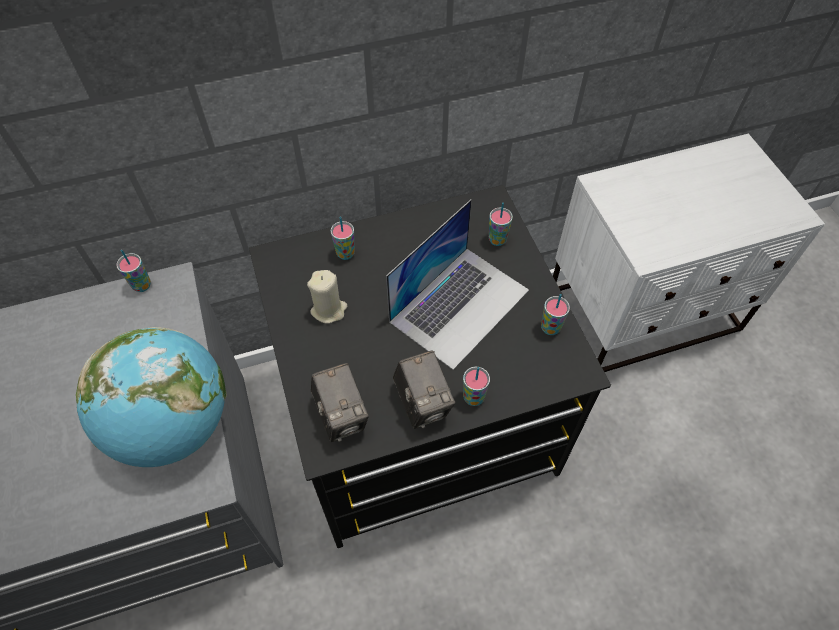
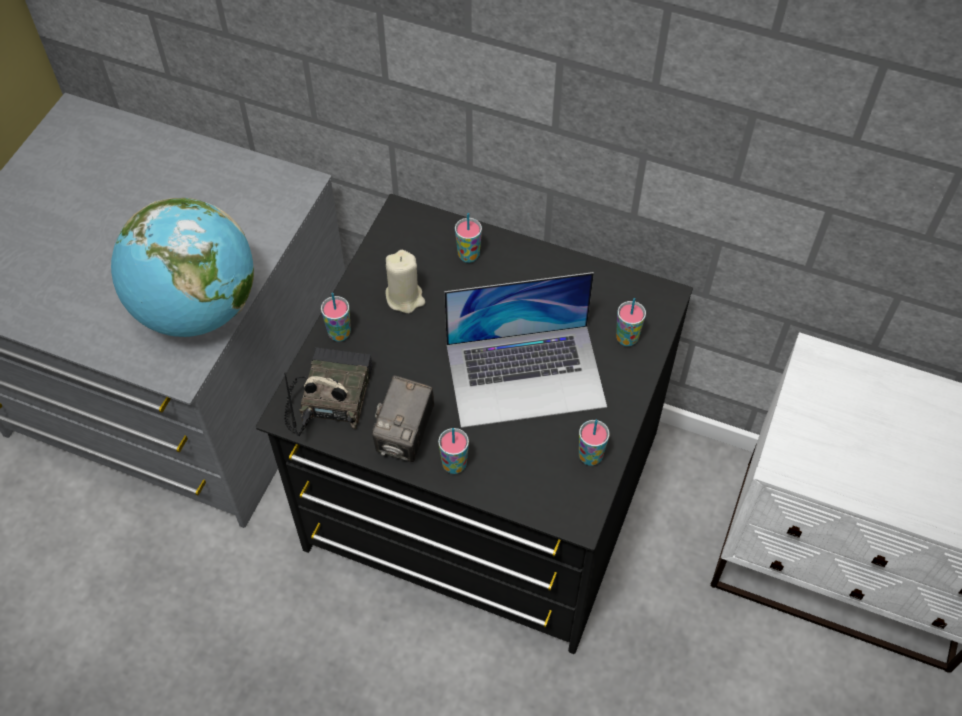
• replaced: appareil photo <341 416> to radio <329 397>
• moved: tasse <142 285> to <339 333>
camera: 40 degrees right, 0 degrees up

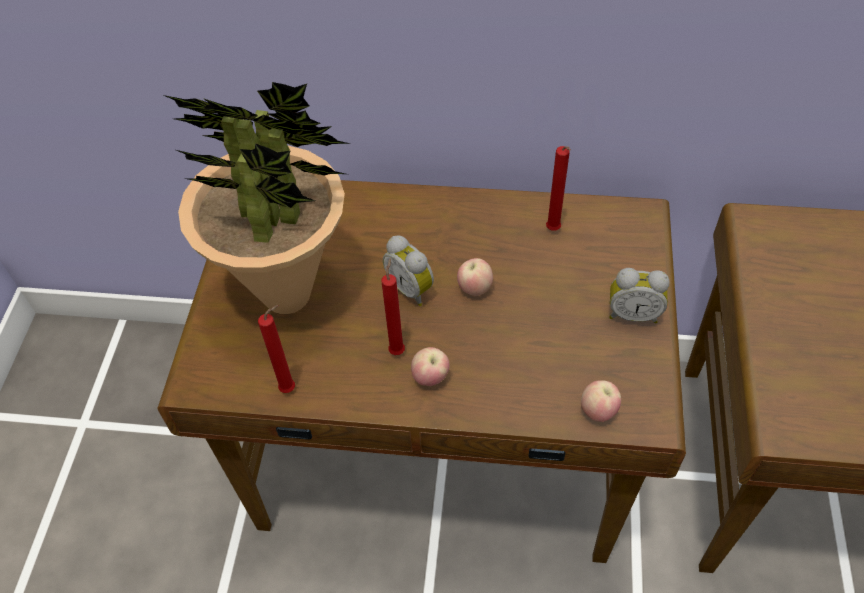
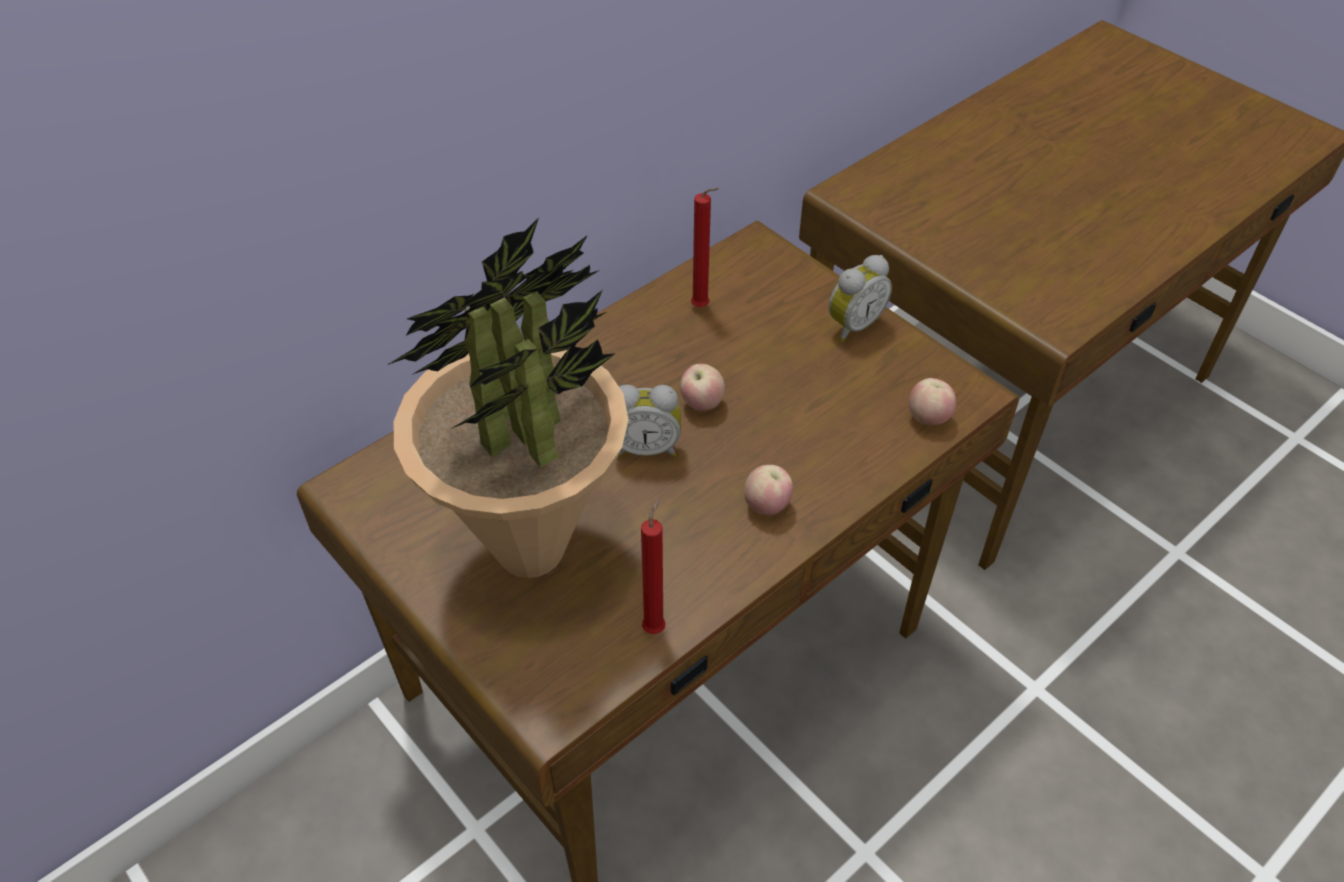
• removed: bougie [rouge] <397 349>
camera: 50 degrees left, 5 degrees down

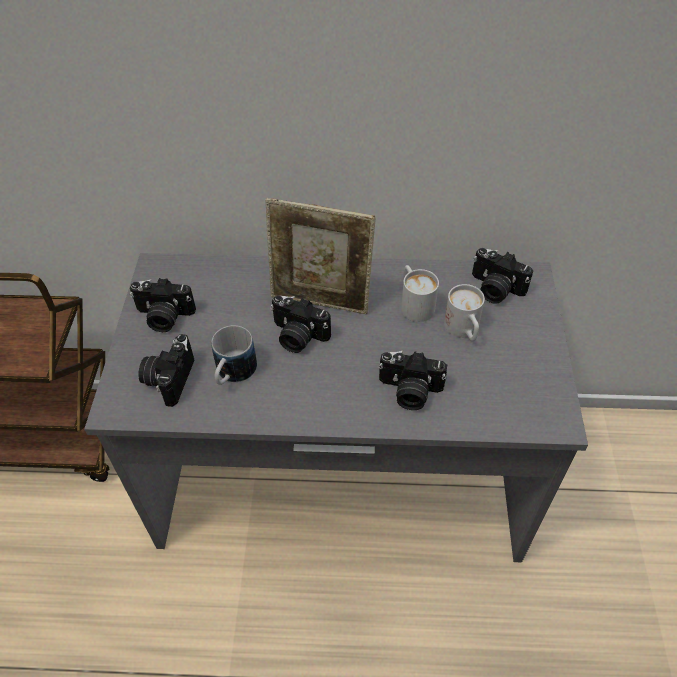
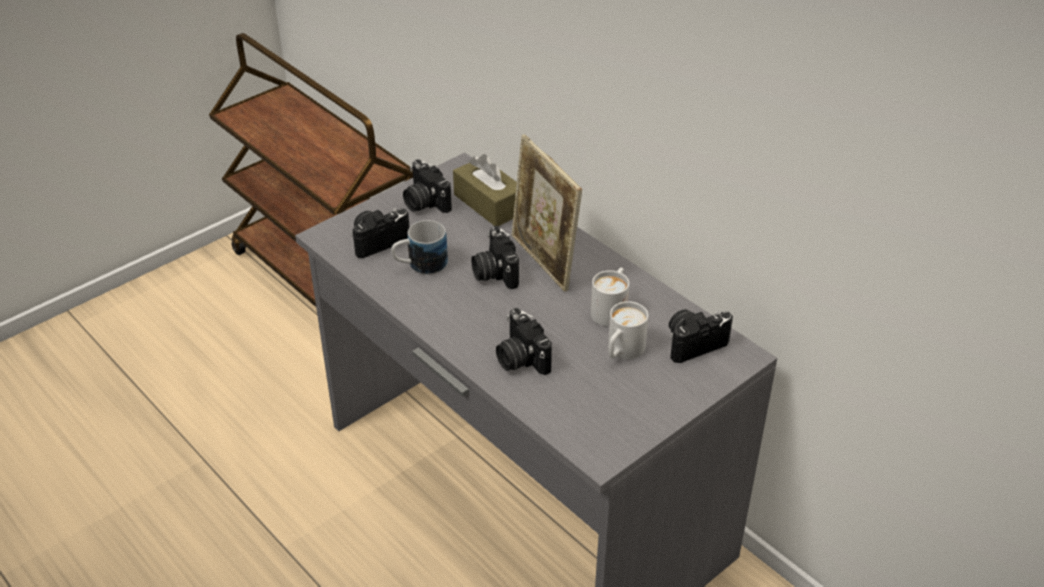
• added: boîte à mouchoirs [marron] <489 204>
• turned: appareil photo <494 289> = <693 343> 75 degrees clockwise
camera: 45 degrees right, 10 degrees down

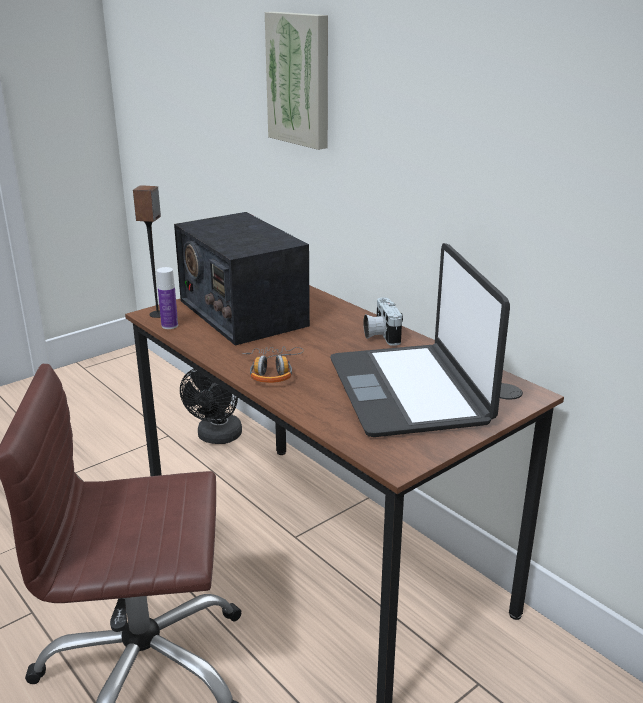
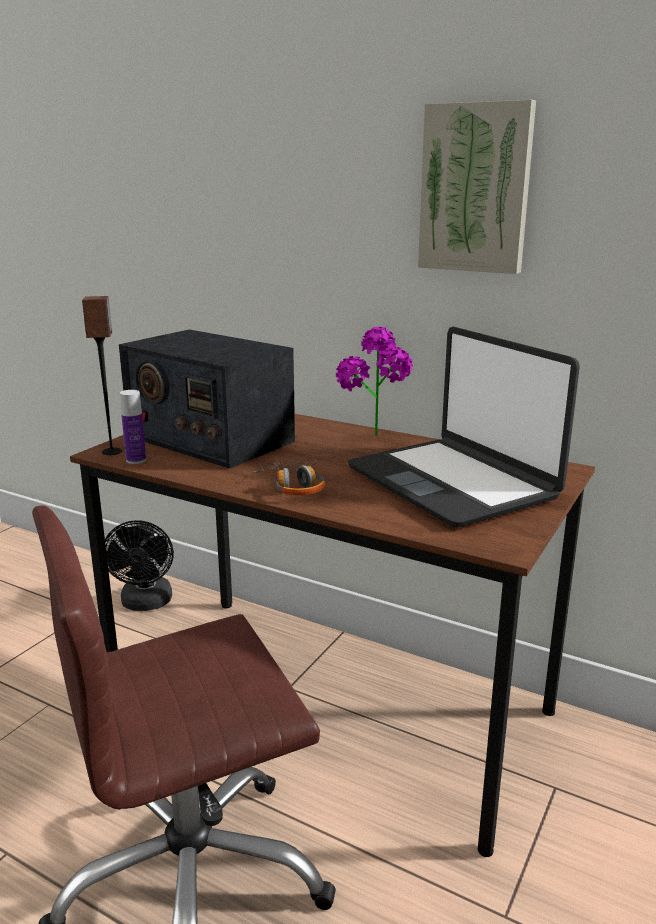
• replaced: appareil photo <380 334> to plante en pot <375 439>
• moved: tableau <300 79> to <476 189>
camera: 20 degrees left, 5 degrees down

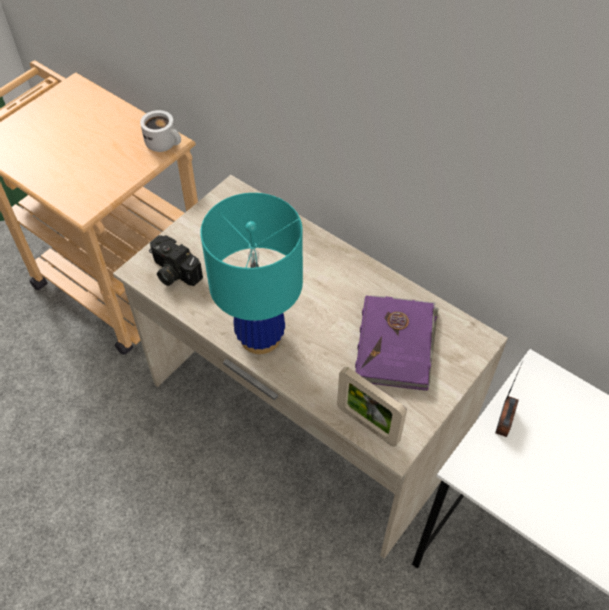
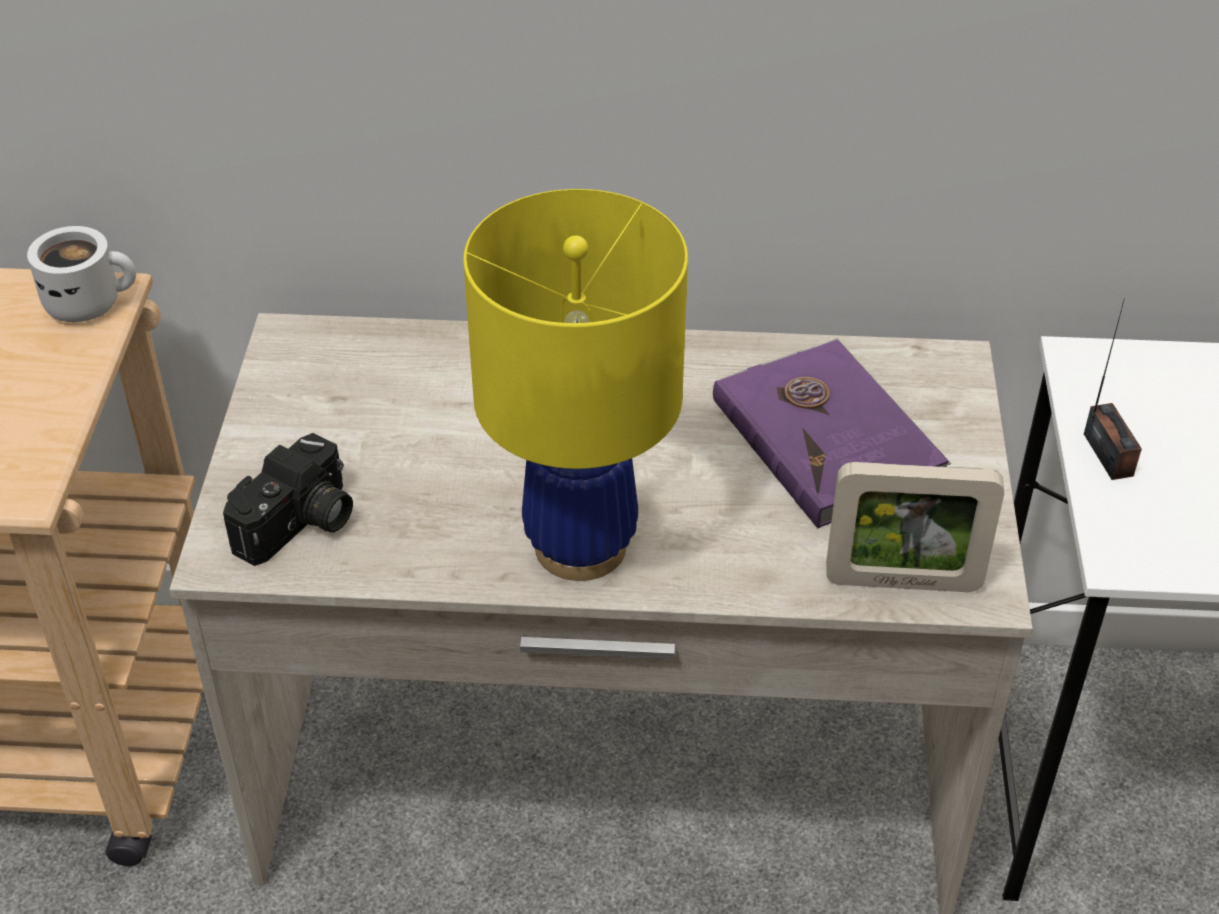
• turned: appareil photo <173 272> = <300 525> 60 degrees counterclockwise
• recoloured: lampe de table [turquoise] <260 337> to lampe de table [jaune] <581 546>
camera: 35 degrees left, 10 degrees down

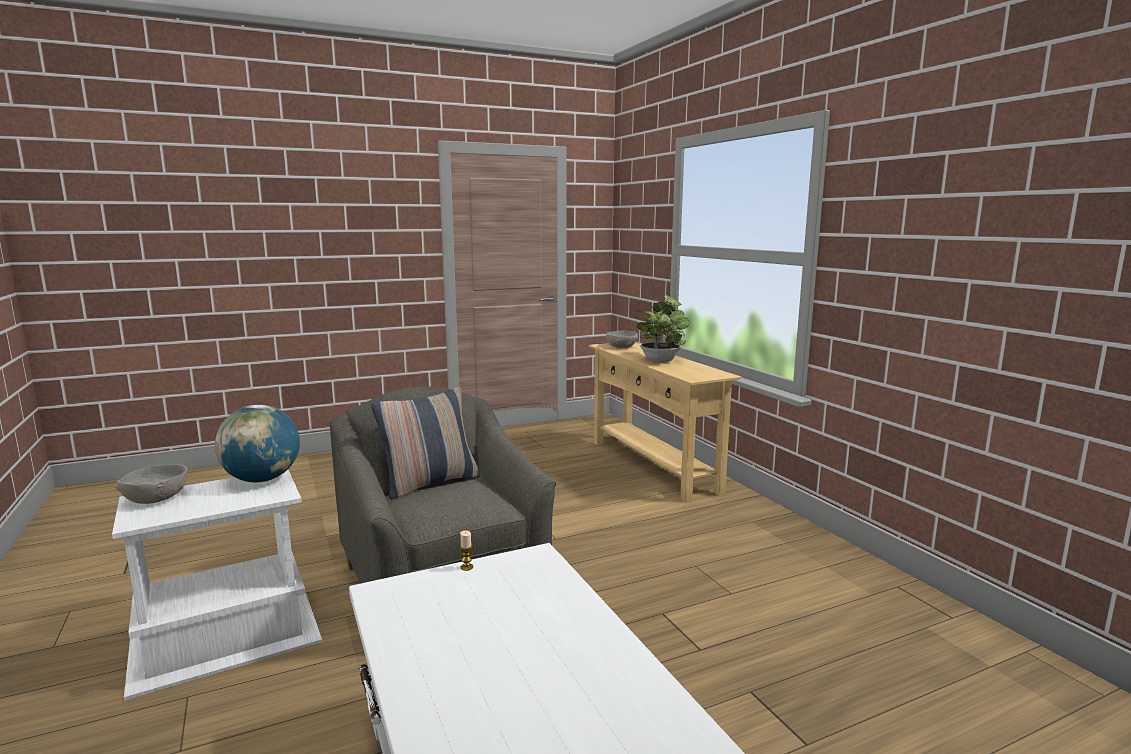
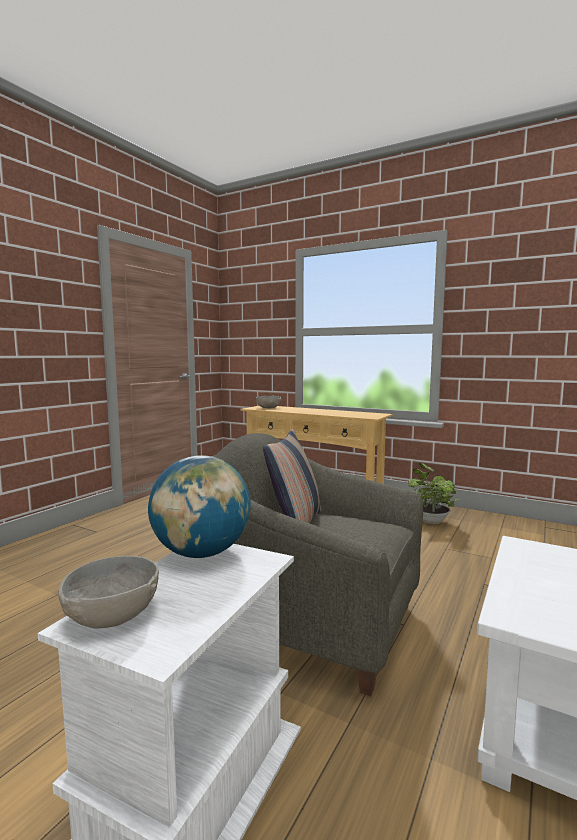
• moved: plante en pot <660 360> to <429 520>
• removed: bougie <466 567>
camera: 35 degrees left, 5 degrees down

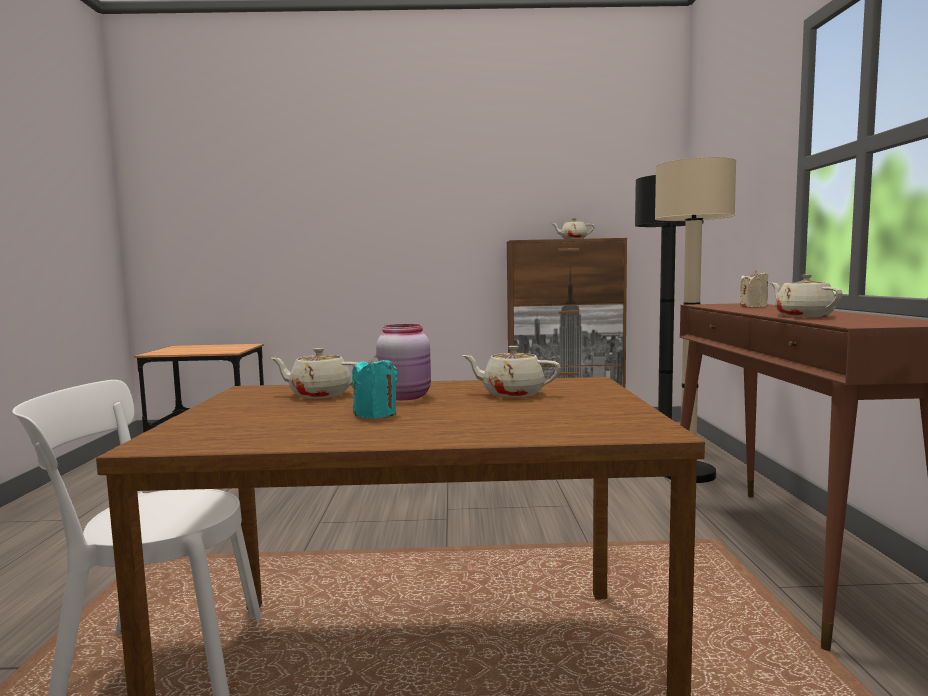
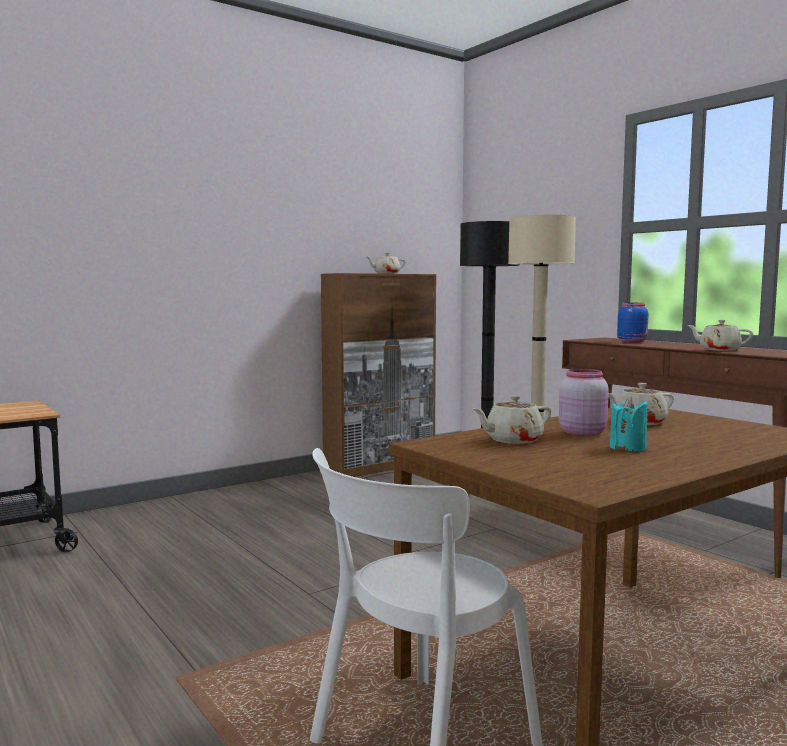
• replaced: bougie [beige] <753 307> to bocal [bleu] <632 341>
camera: 35 degrees left, 0 degrees up

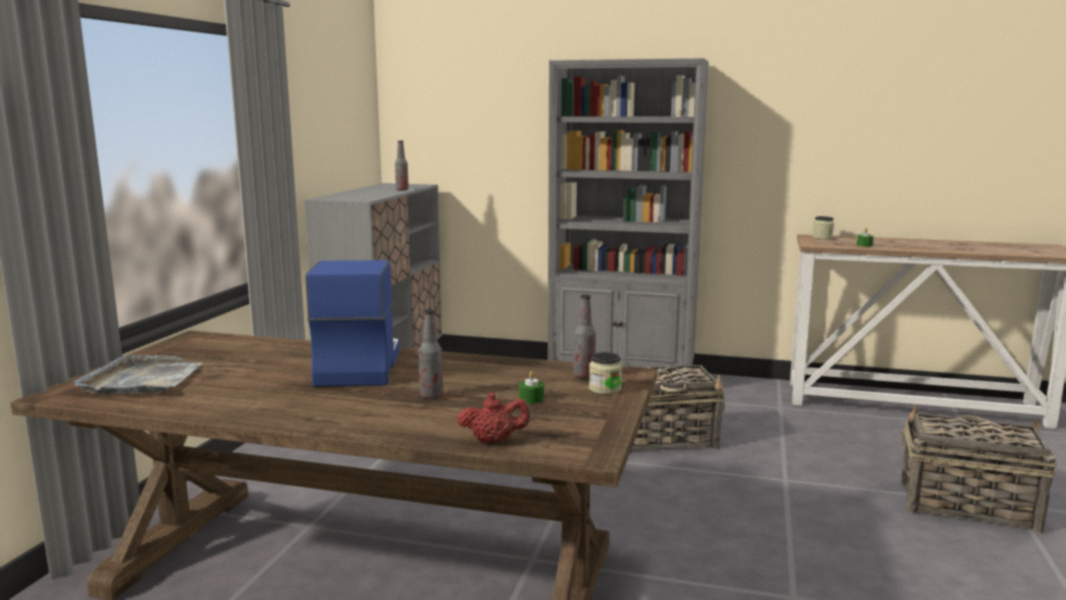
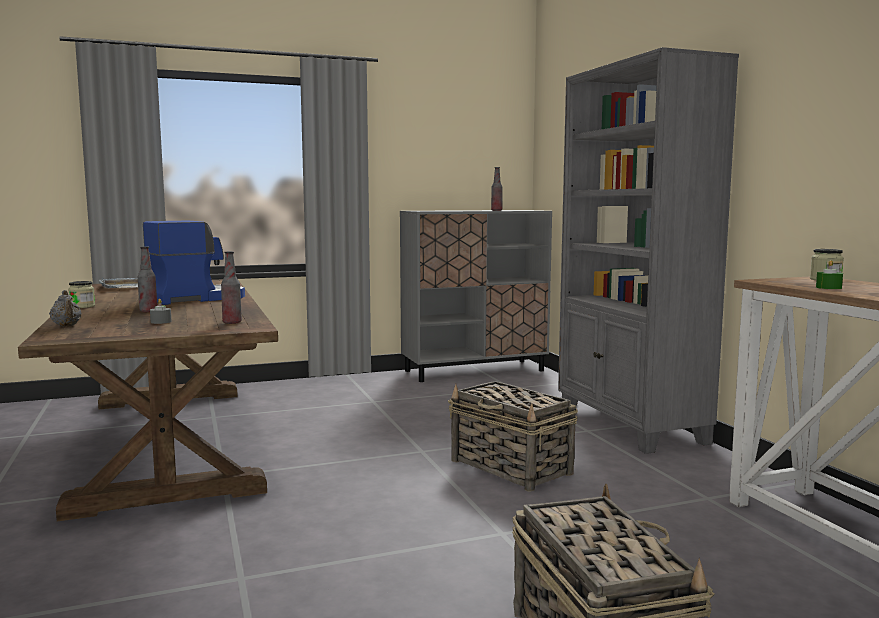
• recoloured: théière [rouge] <494 441> to théière [gris] <66 326>
• moved: bocal <605 389> to <82 306>
• recoloured: bougie [vert] <531 399> to bougie [gris] <161 322>
camera: 55 degrees right, 5 degrees down

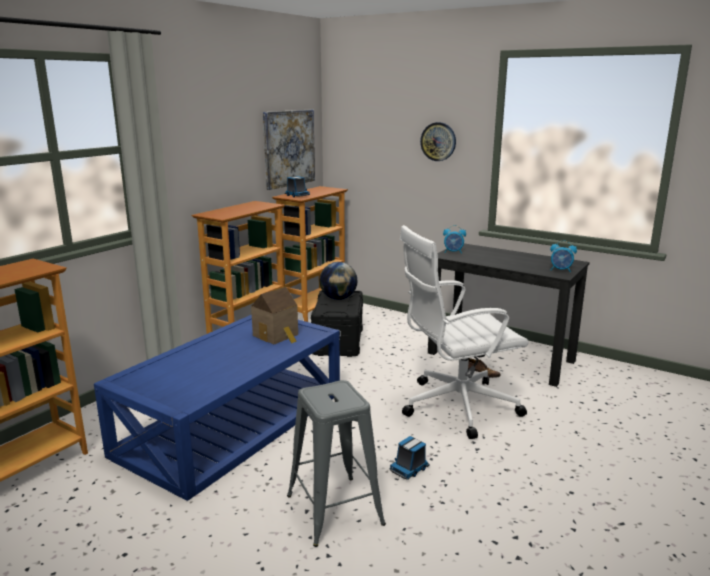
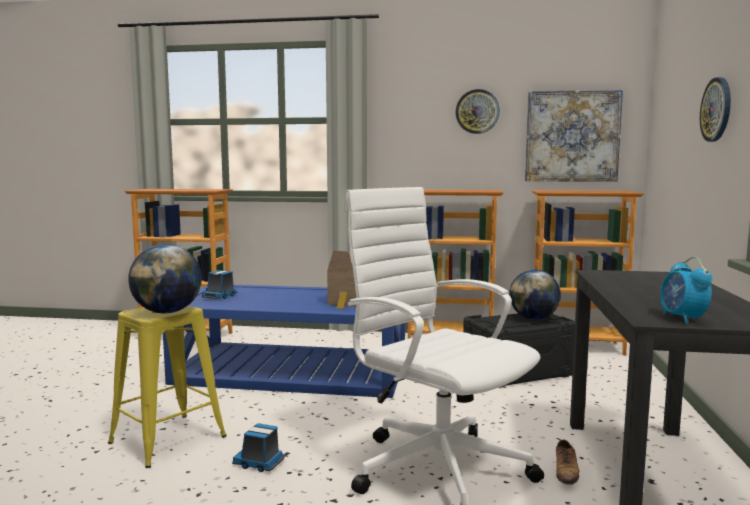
• recoloured: tabouret [gris] <334 509> to tabouret [jaune] <168 440>
• added: globe <167 312>
• moved: camion jouet <297 195> to <220 296>
• added: horloge murale <477 111>
• removed: réveil <453 252>
camera: 65 degrees right, 10 degrees down

